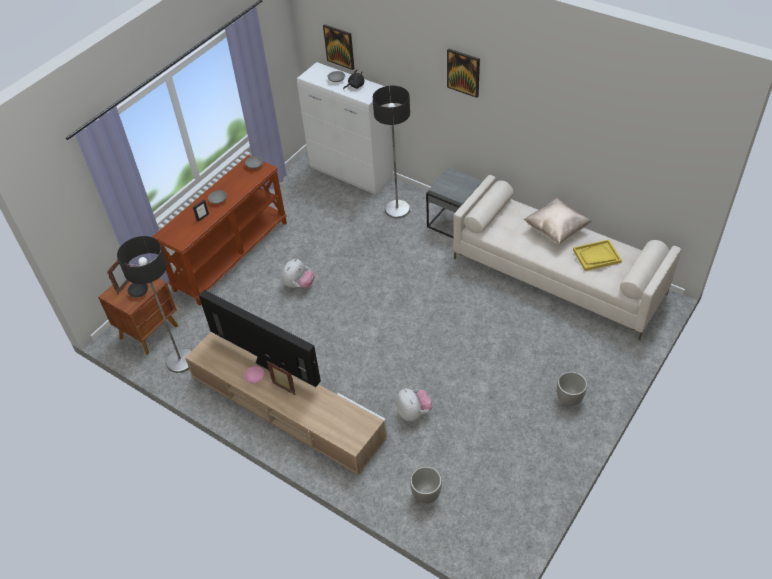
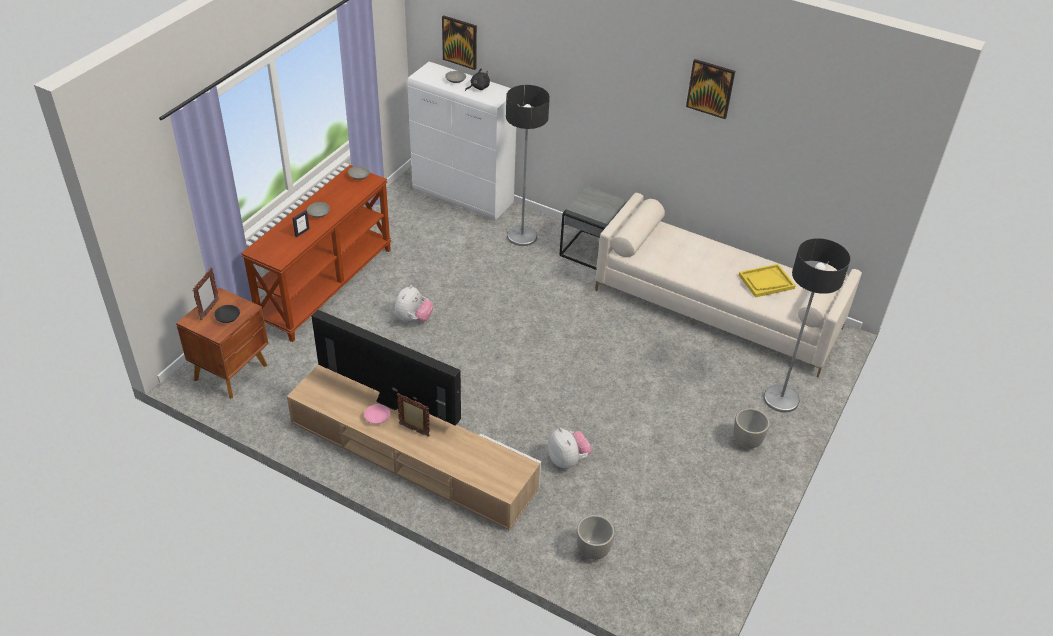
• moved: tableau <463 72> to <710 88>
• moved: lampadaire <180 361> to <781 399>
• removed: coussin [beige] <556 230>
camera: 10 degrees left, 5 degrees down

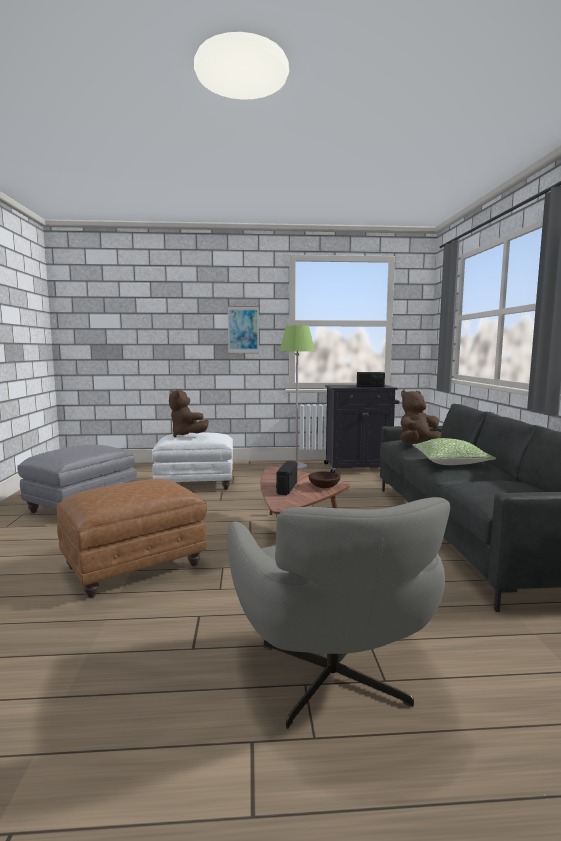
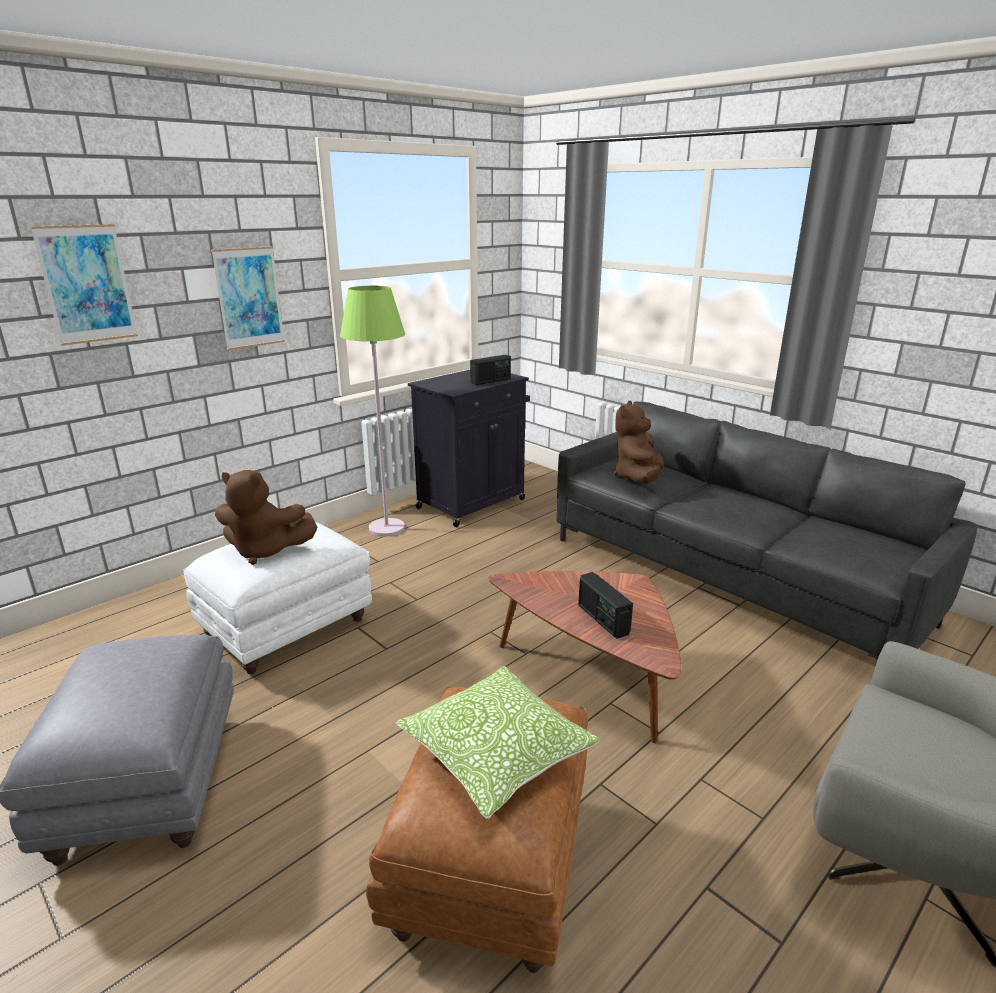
• added: tableau <87 284>
• moved: coussin <450 462> to <496 753>
• removed: bol [marron] <324 487>
camera: 40 degrees left, 15 degrees up

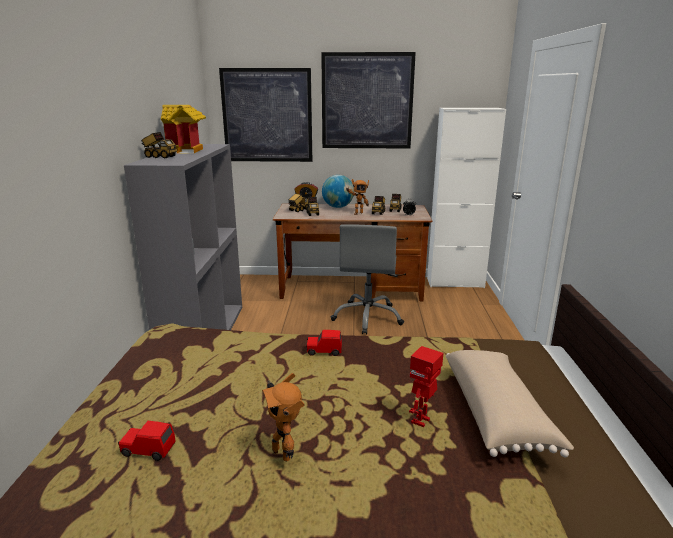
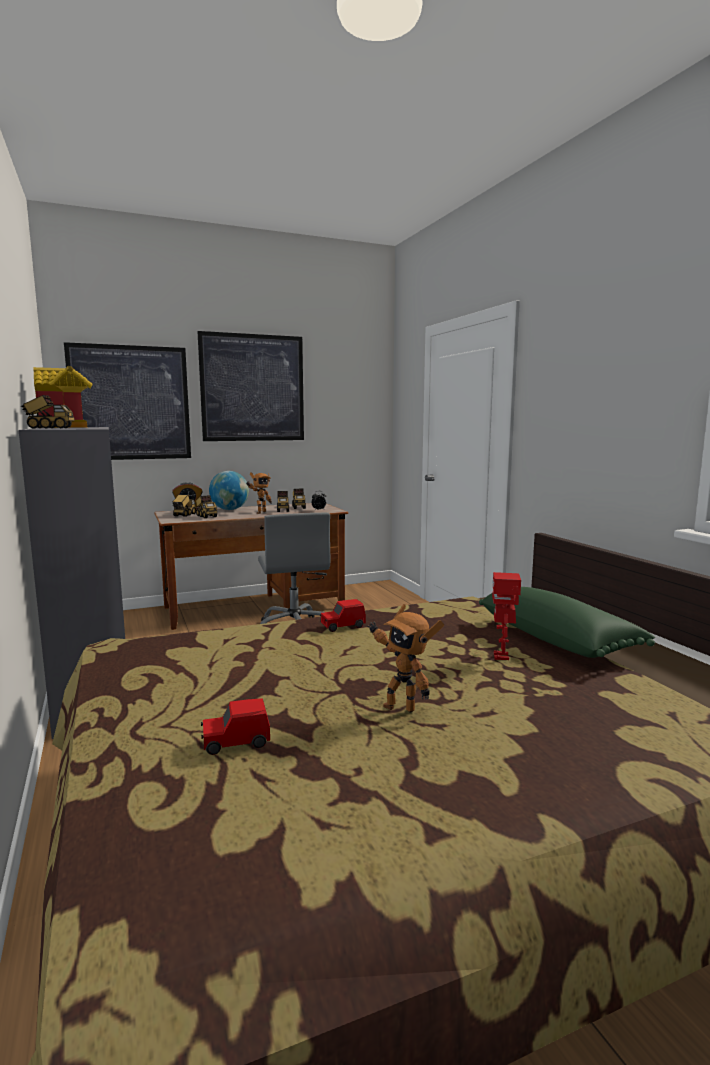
• recoloured: coussin [beige] <497 414> to coussin [vert] <558 639>
• removed: meuble de rangement [blanc] <455 283>
camera: 25 degrees left, 10 degrees down

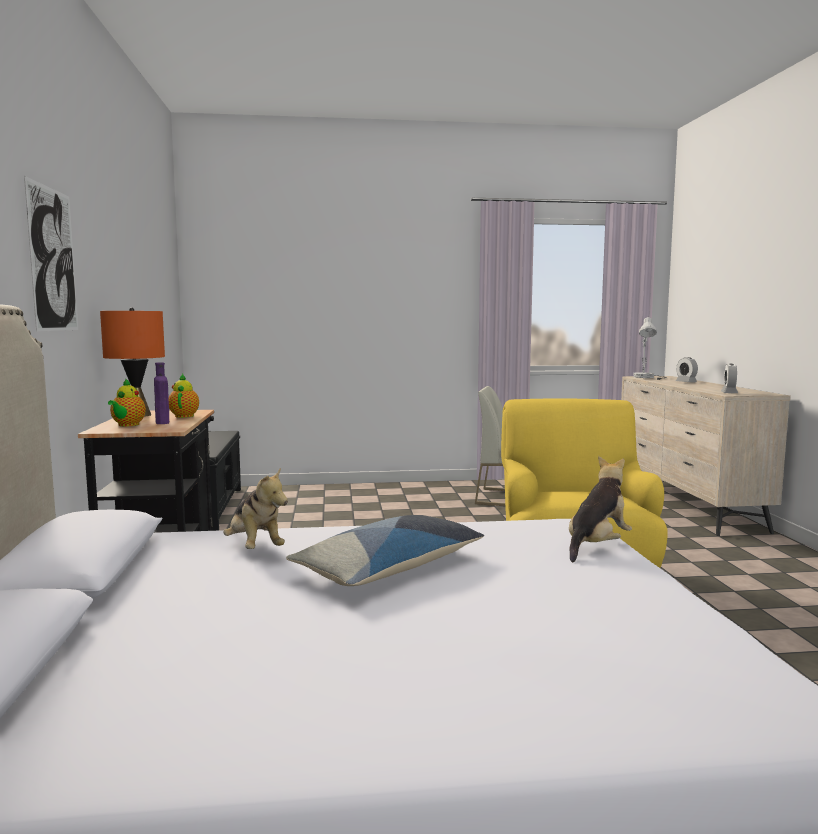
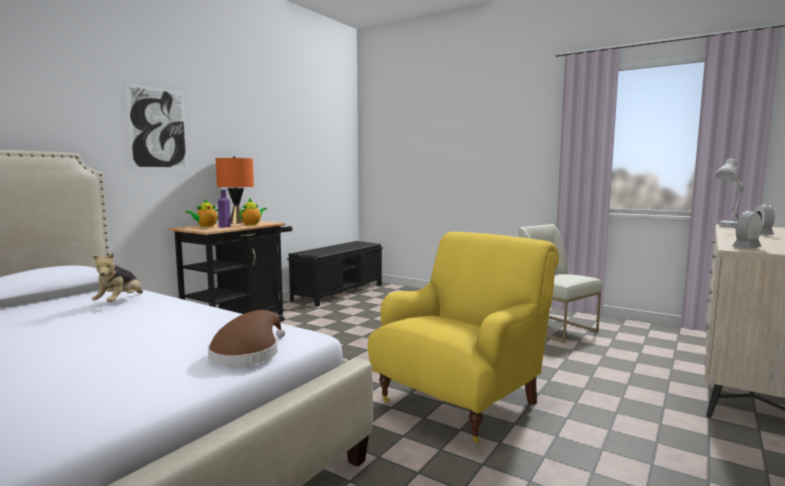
• replaced: peluche <597 546> to chapeau [marron] <248 353>
• removed: coussin <391 567>
camera: 40 degrees right, 0 degrees up

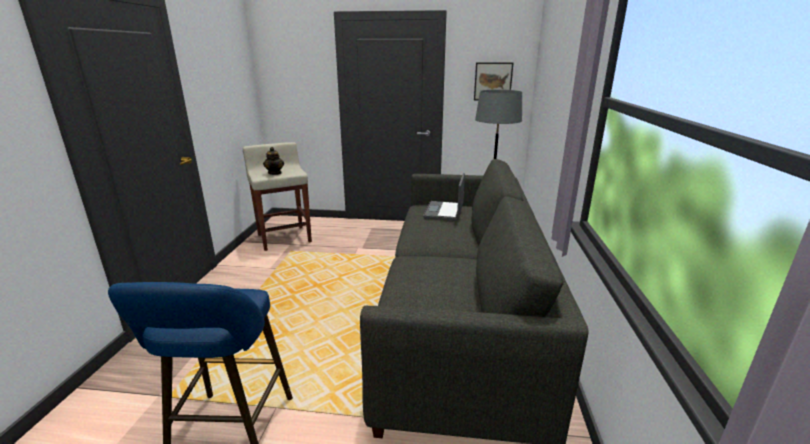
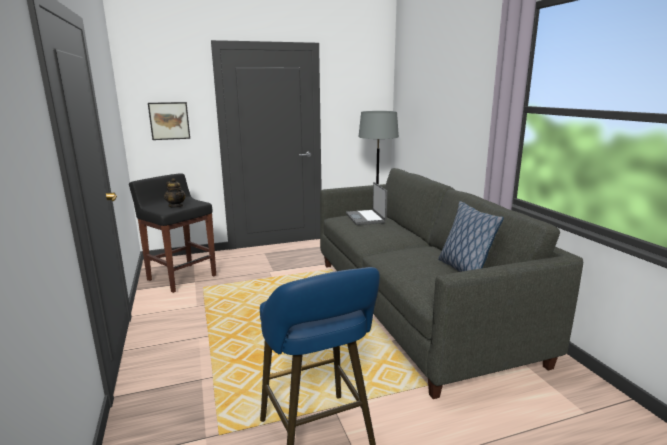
• recoloured: tabouret [beige] <284 238> to tabouret [noir] <181 277>
• moved: tableau <493 81> to <169 121>
• added: coussin <464 270>
camera: 25 degrees left, 5 degrees down

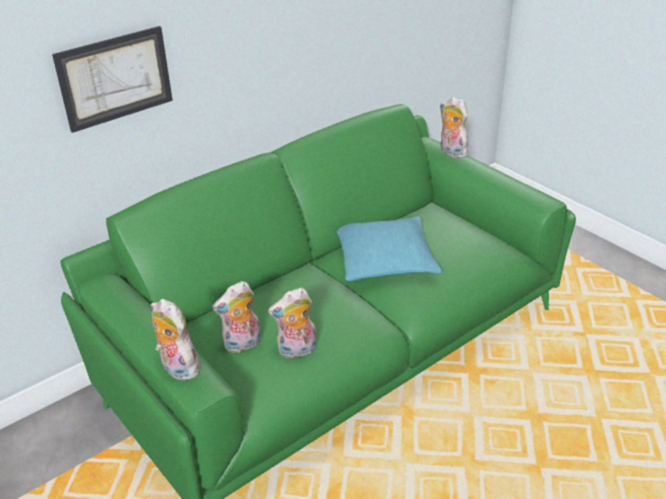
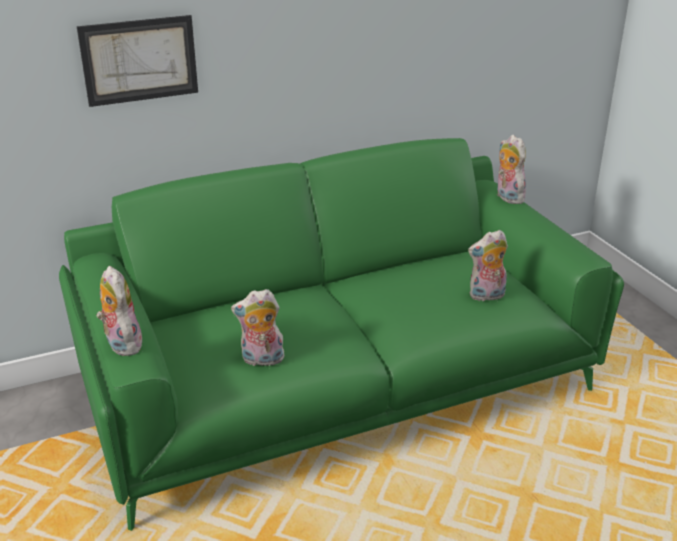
• moved: peluche <242 345> to <486 296>
• removed: coussin [turquoise] <384 259>
camera: 15 degrees right, 5 degrees down

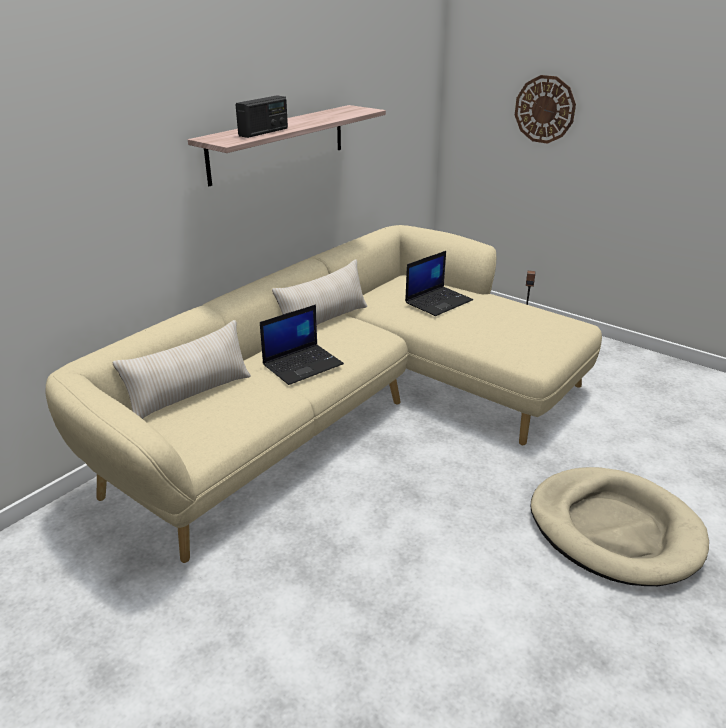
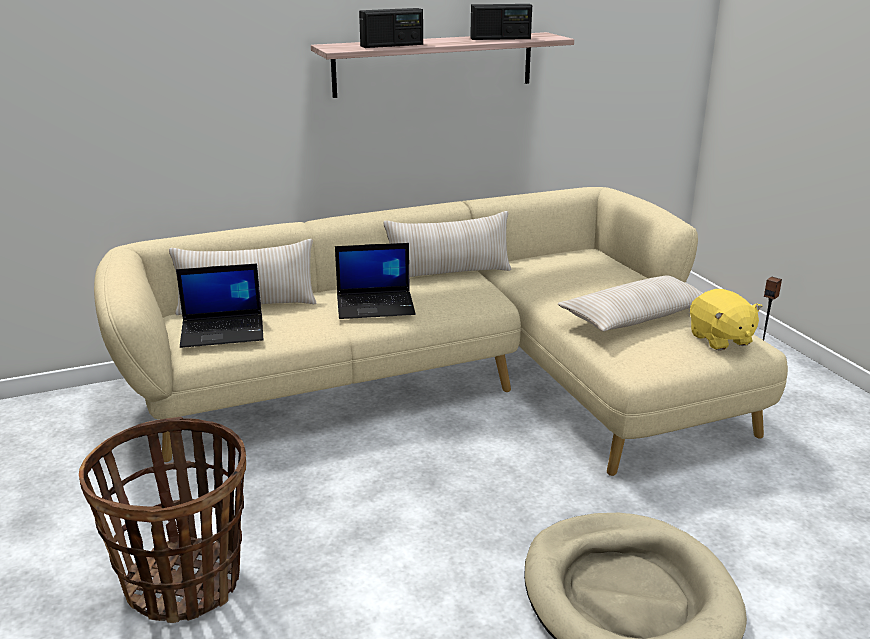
• added: panier <184 583>
• moved: ordinateur portable <438 301> to <224 331>
• added: radio <500 38>
• added: coussin [beige] <635 317>
• added: peluche [jaune] <720 339>
• removed: horloge murale <544 109>
camera: 30 degrees right, 5 degrees down

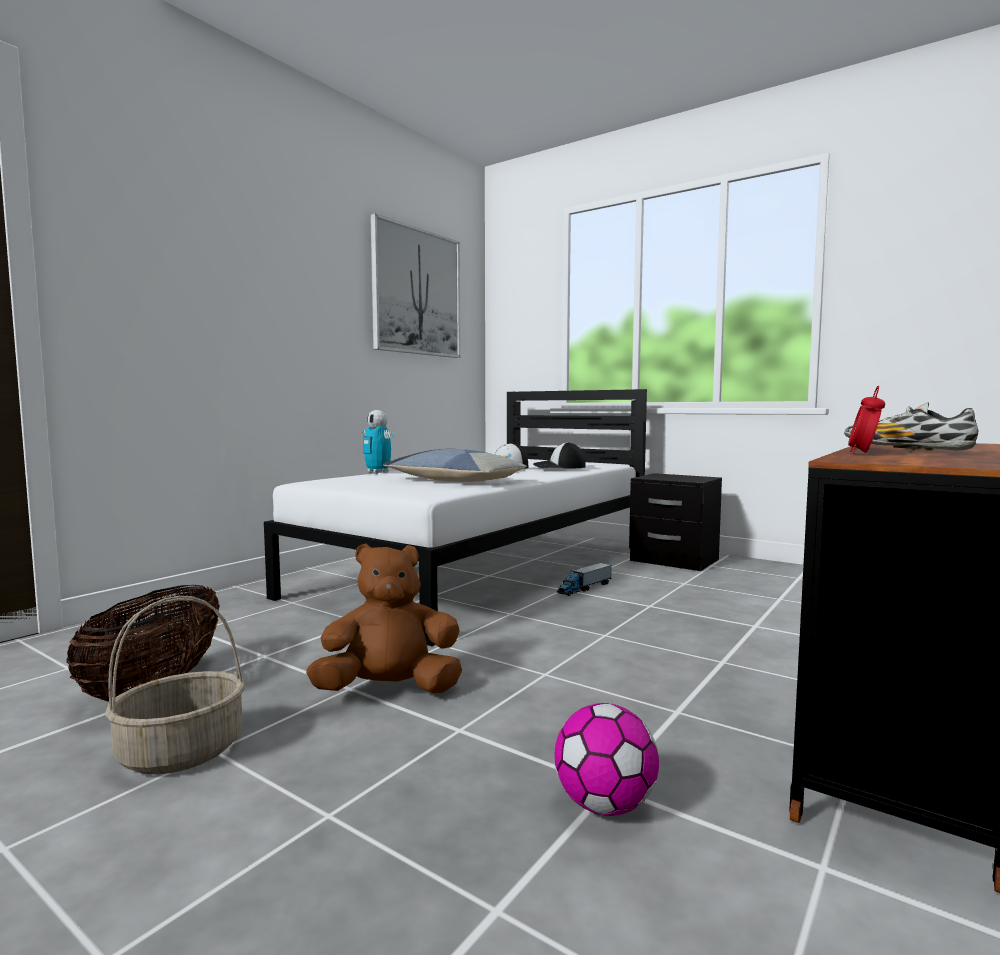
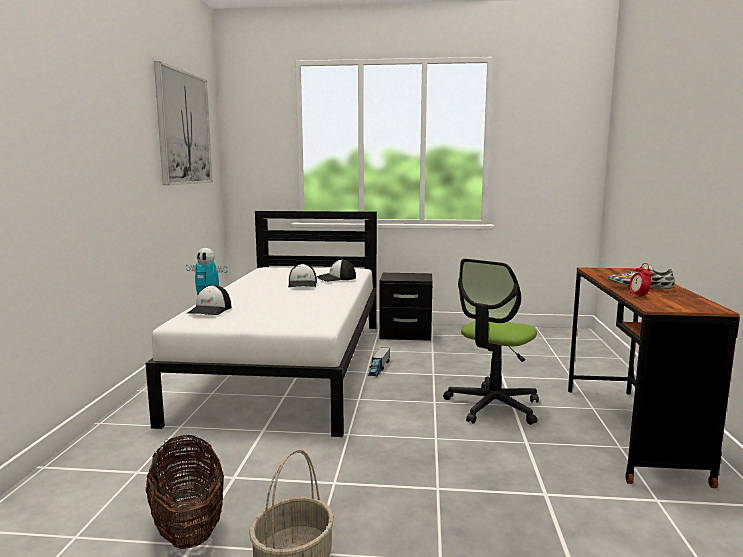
• added: casquette <210 310>
• added: chaise de bureau <493 406>
• removed: peluche [marron] <390 690>
• removed: coussin <454 481>
• removed: ballon de foot <605 805>
camera: 30 degrees left, 5 degrees up

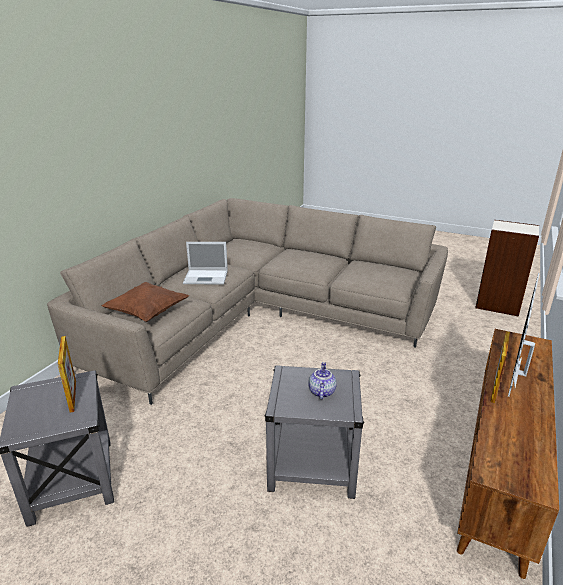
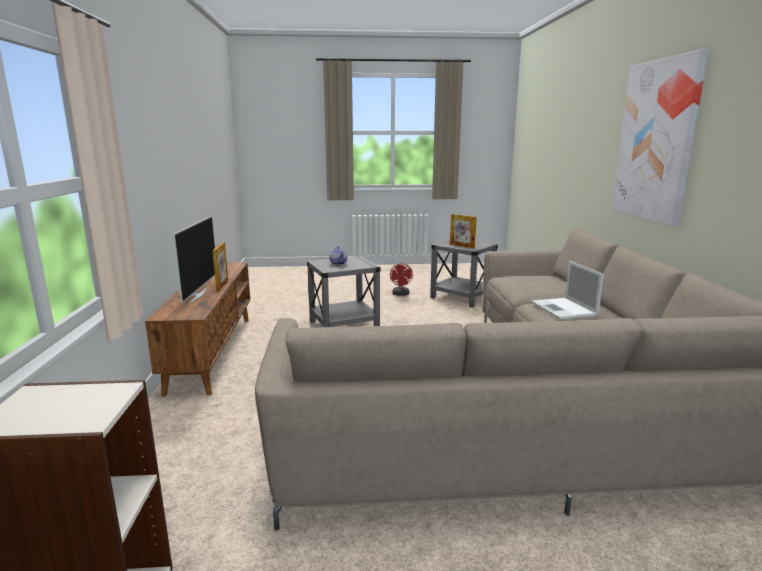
• added: ventilateur [rouge] <401 294>
• turned: ordinateur portable <207 277> = <564 309> 75 degrees counterclockwise
• added: tableau <656 141>
• removed: coussin [marron] <147 313>
camera: 150 degrees right, 10 degrees down

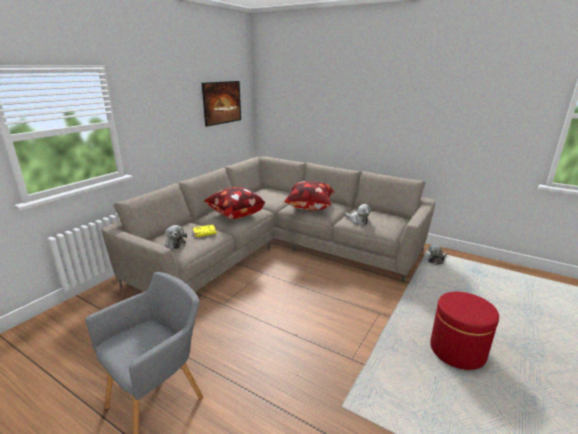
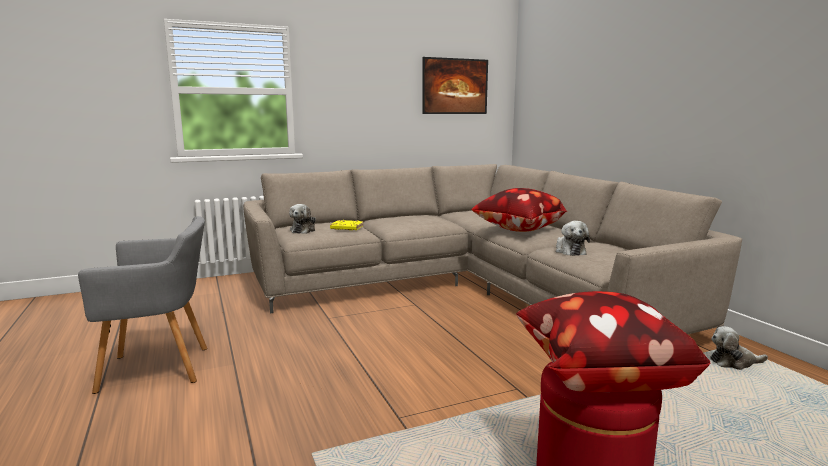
• moved: coussin <234 214> to <598 375>
camera: 35 degrees right, 10 degrees down

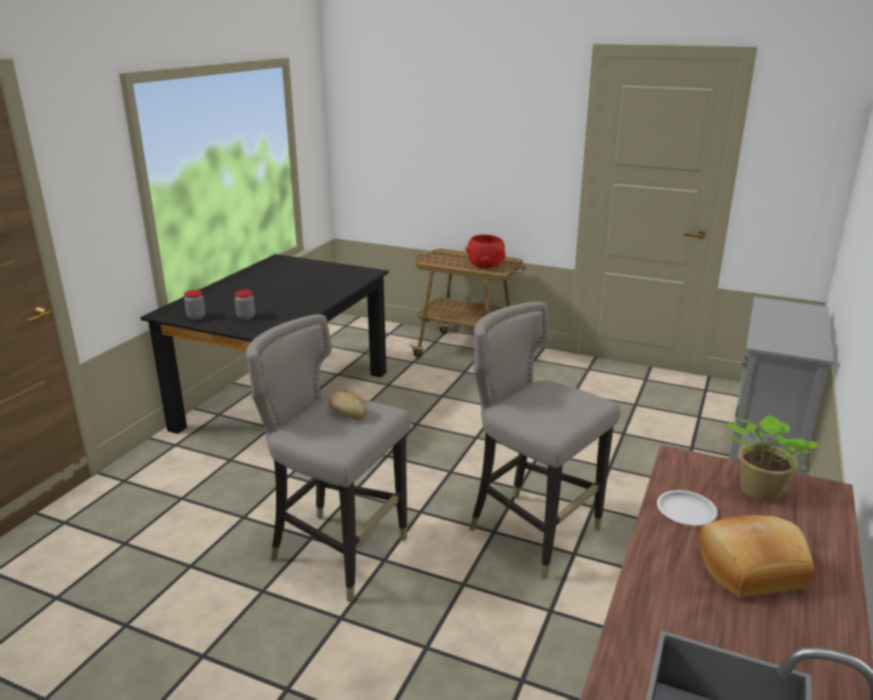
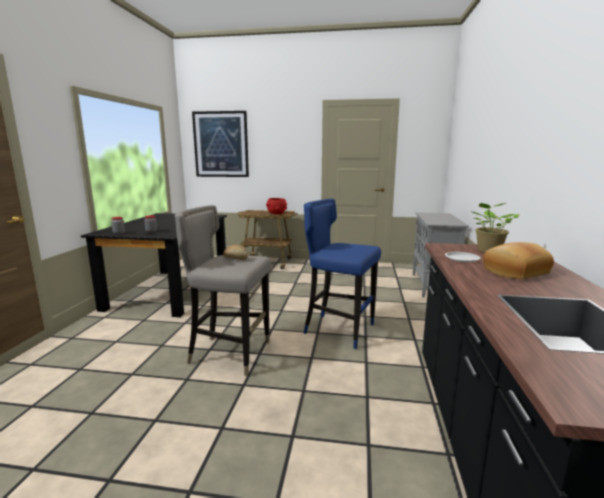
• added: tableau <221 144>
• recoloured: tabouret [gris] <532 531> to tabouret [bleu] <338 330>
camera: 15 degrees left, 10 degrees down

